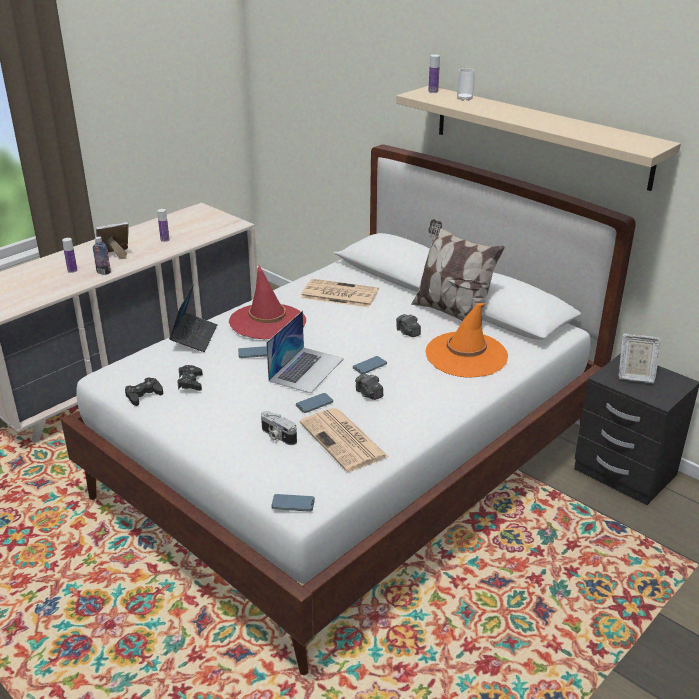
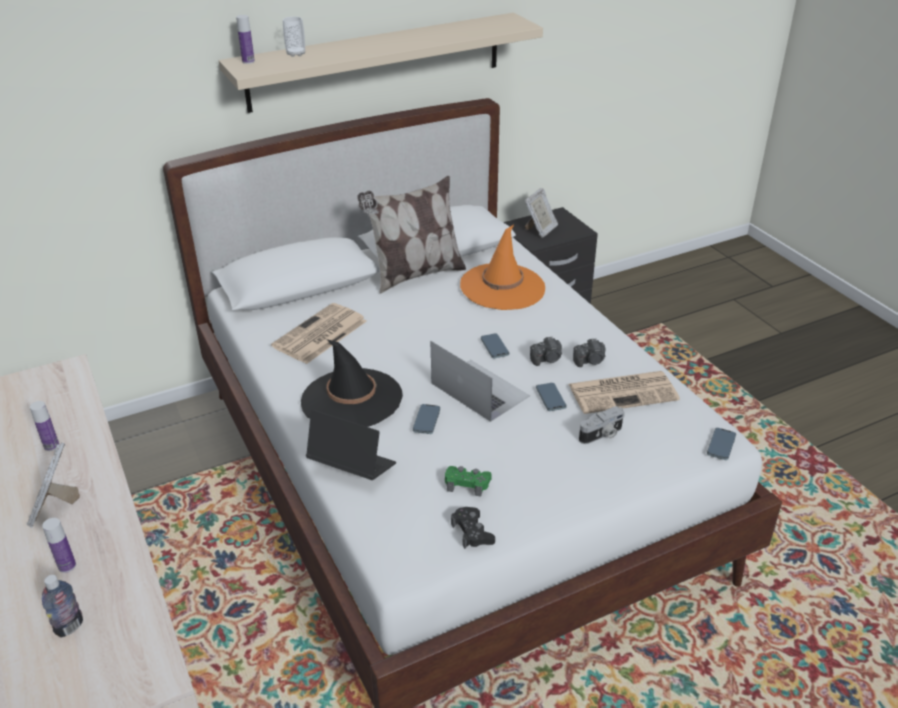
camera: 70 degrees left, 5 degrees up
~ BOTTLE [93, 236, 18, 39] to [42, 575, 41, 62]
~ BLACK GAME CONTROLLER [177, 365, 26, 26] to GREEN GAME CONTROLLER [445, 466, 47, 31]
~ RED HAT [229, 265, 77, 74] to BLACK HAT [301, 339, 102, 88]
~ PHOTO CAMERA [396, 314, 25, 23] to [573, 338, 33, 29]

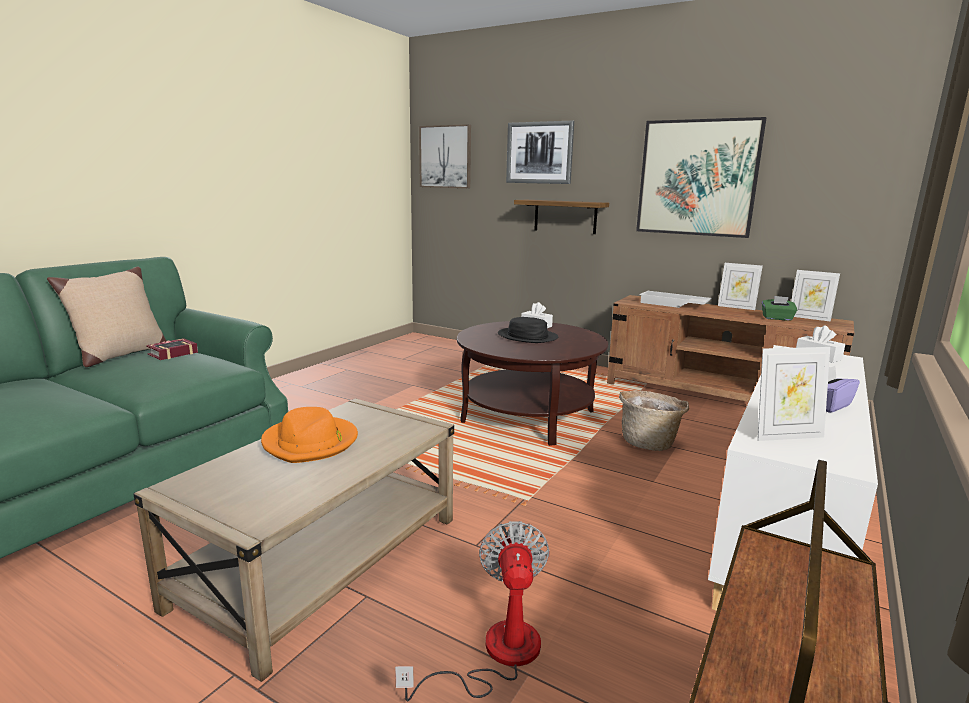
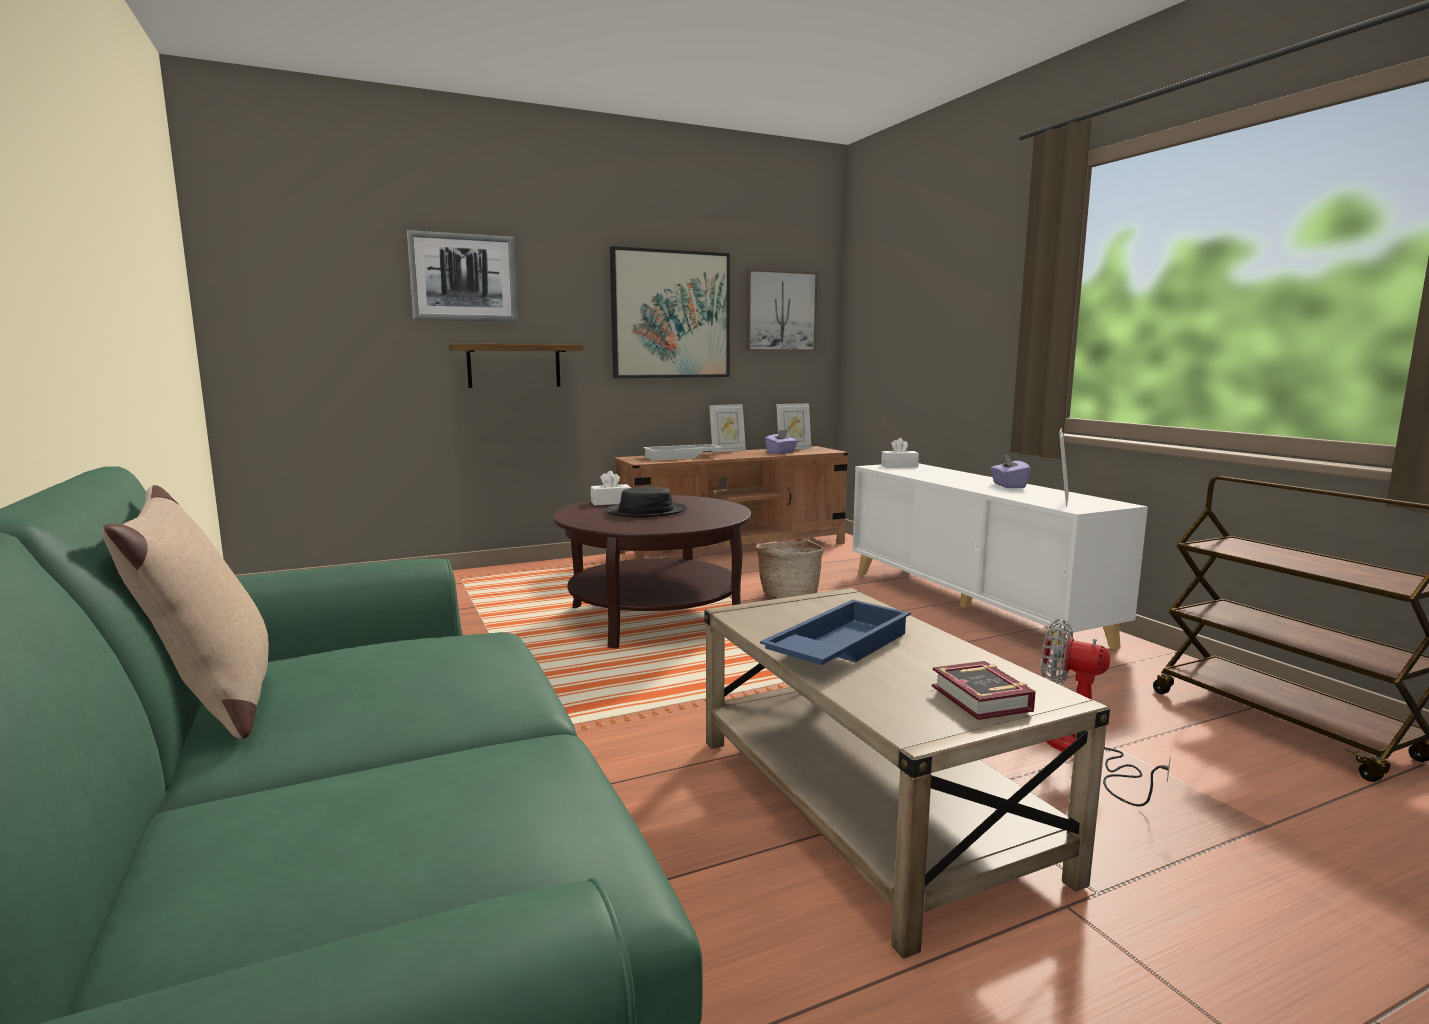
camera: 55 degrees left, 5 degrees down
~ BOOK [146, 338, 52, 22] to [932, 661, 104, 59]
~ ORANGE HAT [261, 407, 97, 56] to BLUE TRAY [760, 599, 151, 66]
~ PICTURE [419, 124, 52, 64] to [746, 269, 72, 82]
~ GREEN TISSUE BOX [762, 296, 35, 25] to PURPLE TISSUE BOX [765, 429, 33, 25]

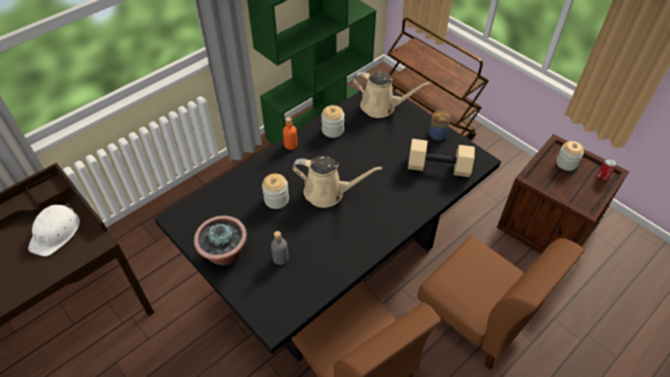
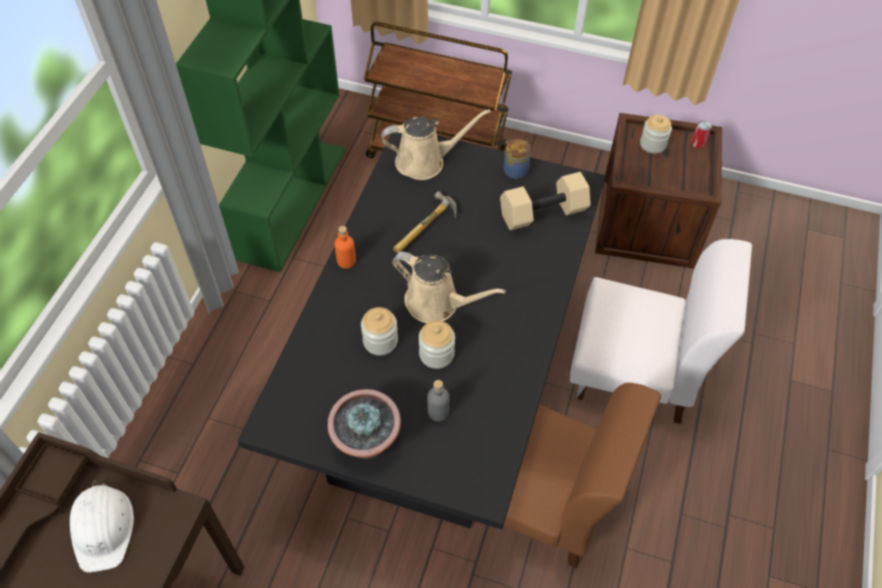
camera: 30 degrees left, 5 degrees up
~ BEIGE WATERING CAN [292, 156, 90, 52] = [392, 252, 114, 71] 45 degrees clockwise
~ JAR [321, 105, 24, 33] to [419, 320, 36, 49]
~ BROWN CHAIR [418, 235, 167, 135] to WHITE CHAIR [570, 239, 182, 185]
+ HAMMER [393, 191, 64, 62]

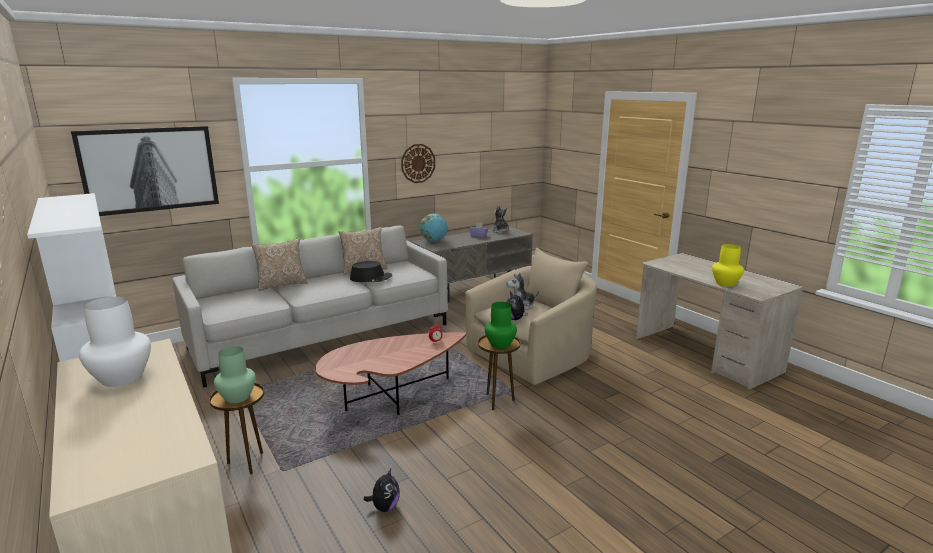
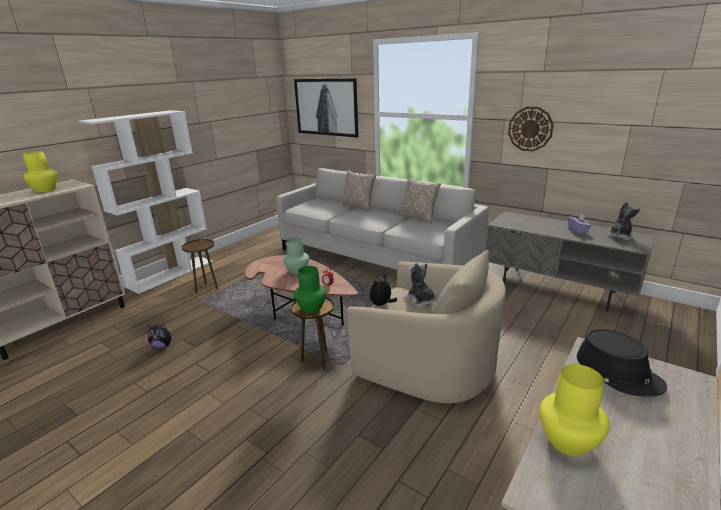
camera: 70 degrees right, 5 degrees up
~ WHITE VASE [79, 297, 72, 90] to YELLOW VASE [23, 151, 35, 41]
~ GREEN VASE [214, 346, 42, 57] to [283, 237, 26, 38]
~ BLACK HAT [350, 261, 42, 21] to [577, 329, 90, 68]
- GLOBE [420, 213, 28, 29]

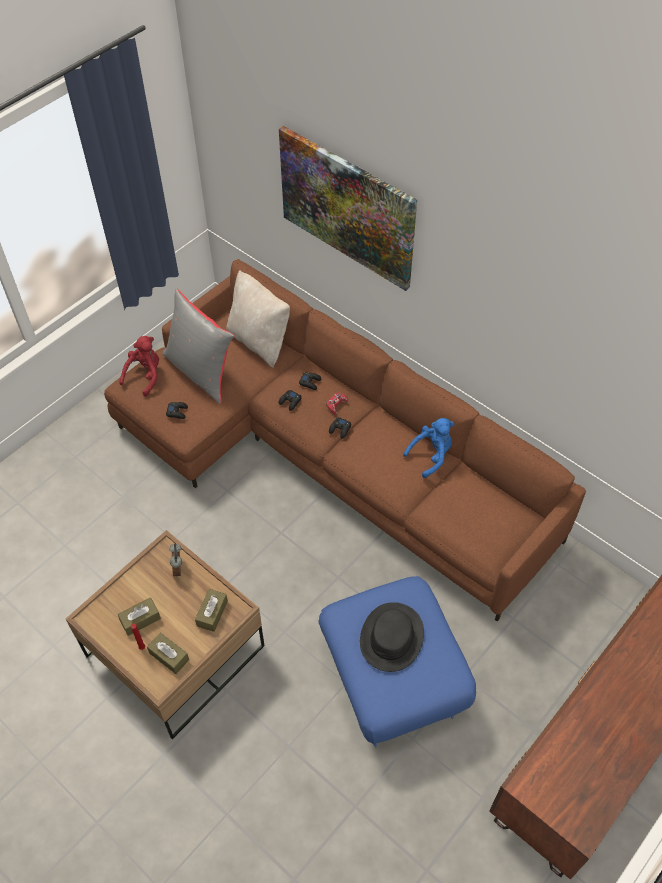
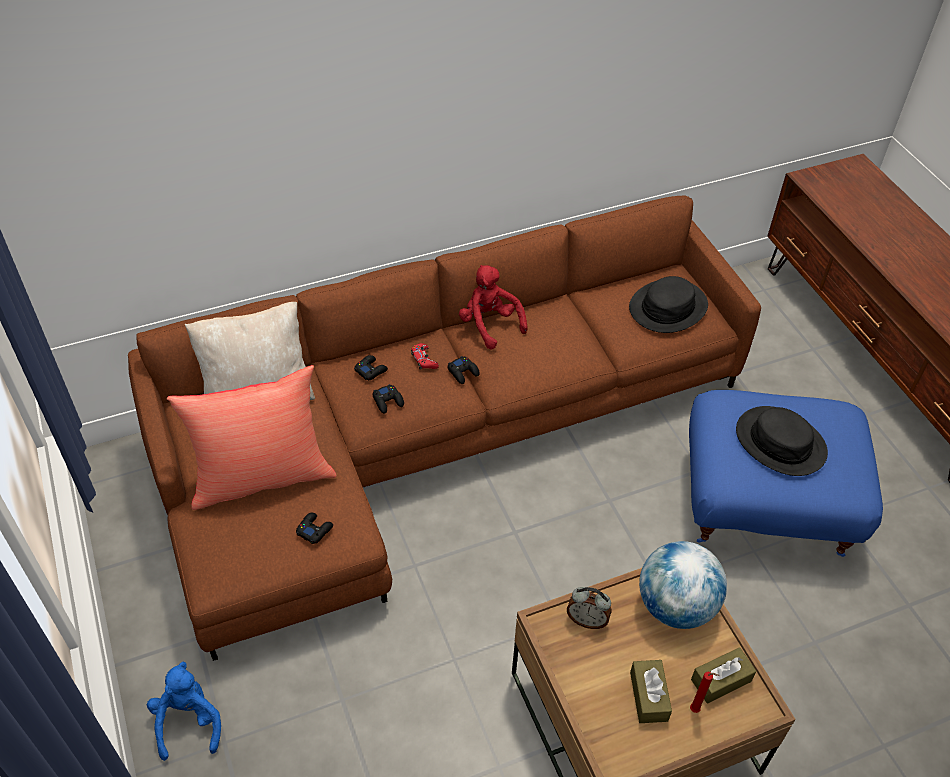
camera: 65 degrees left, 5 degrees down
~ RED PLUSH TOY [120, 336, 39, 60] to [459, 265, 69, 84]
~ GREY PILLOW [162, 289, 72, 115] to RED PILLOW [167, 365, 170, 145]
~ BROWN TISSUE BOX [195, 589, 33, 43] to GLOBE [639, 541, 88, 88]
- PICTURE [279, 126, 138, 165]
~ BLUE PLUSH TOY [403, 418, 51, 60] to [147, 662, 74, 99]
+ BLACK HAT [629, 276, 79, 57]

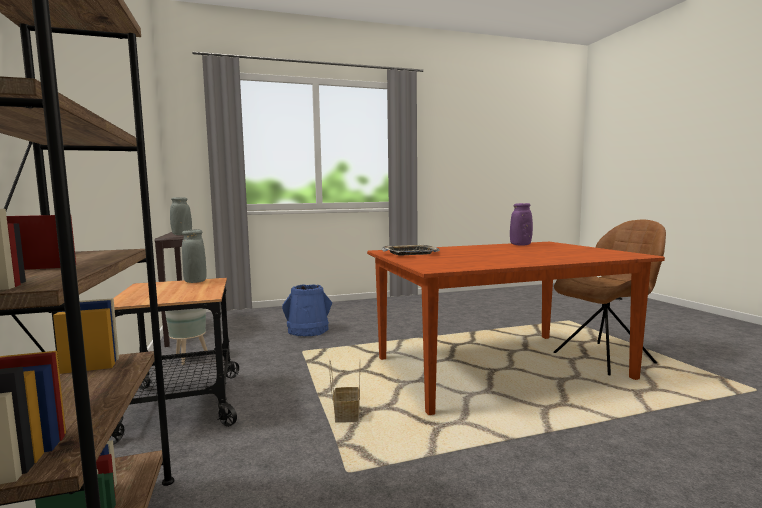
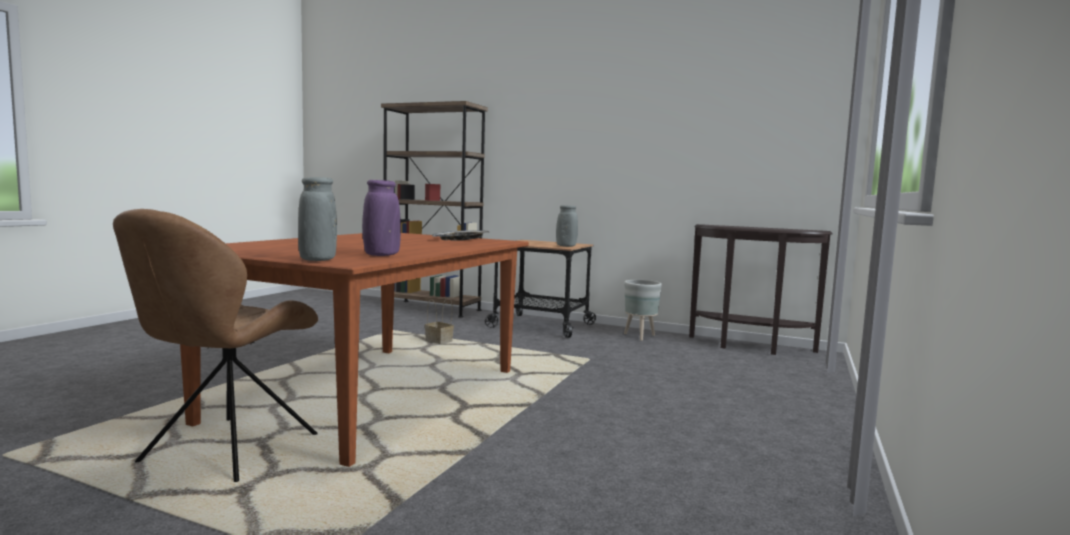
camera: 130 degrees right, 0 degrees up
~ GREY VASE [170, 197, 22, 38] to [298, 177, 39, 84]
- BLUE BUCKET [282, 284, 50, 52]

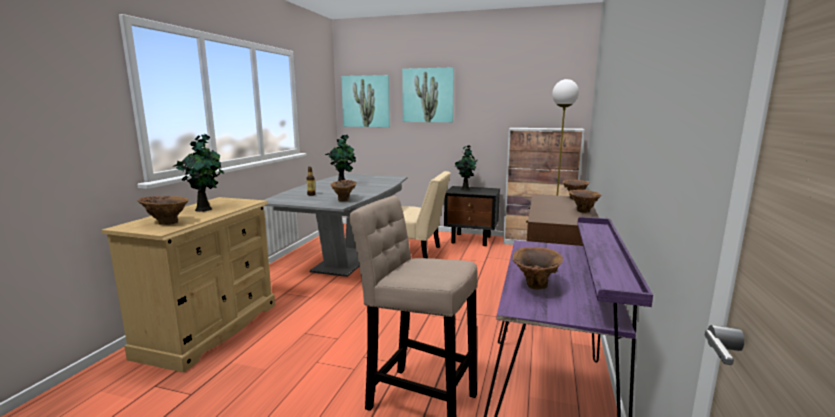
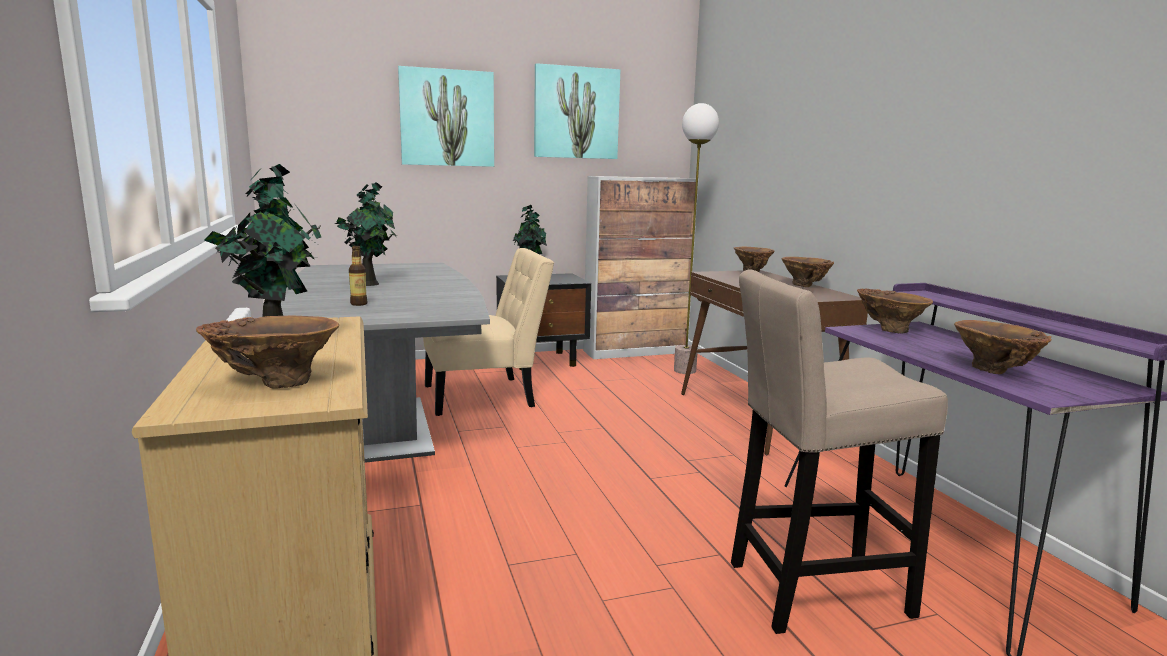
camera: 35 degrees left, 0 degrees up
~ BROWN VASE [330, 180, 27, 22] to [857, 289, 76, 45]
~ PICTURE [341, 75, 49, 52] to [534, 63, 86, 96]

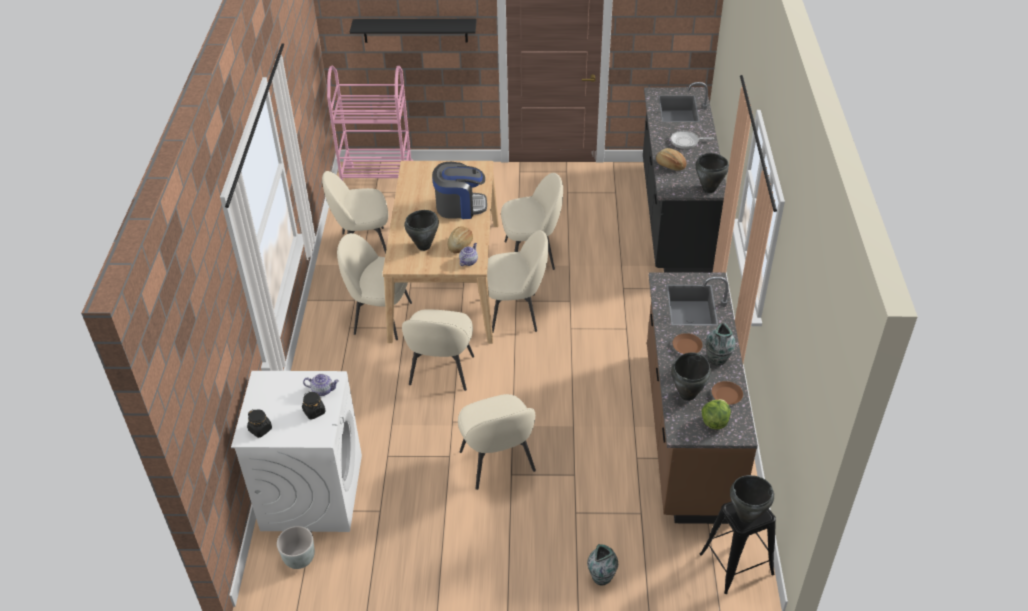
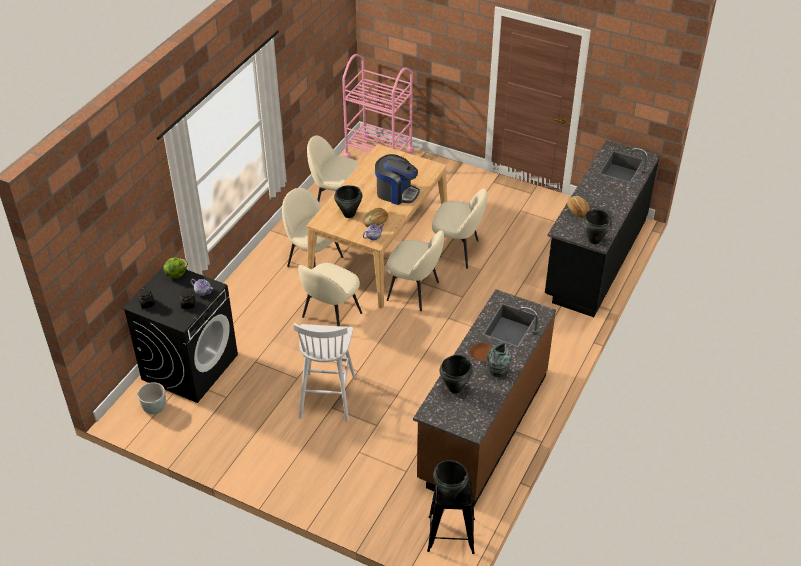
camera: 25 degrees right, 0 degrees up
~ WHITE WASHING MACHINE [231, 371, 131, 161] to BLACK WASHING MACHINE [122, 266, 116, 137]
- BLACK SHELF [350, 19, 127, 24]
~ BEIGE CHAIR [458, 394, 78, 96] to WHITE STOOL [293, 323, 62, 99]
- VASE [587, 544, 31, 42]
- FRYING PAN [671, 131, 43, 18]
~ LETTUCE [701, 399, 30, 30] to [163, 257, 25, 21]
- BROWN PLATE [712, 381, 31, 24]

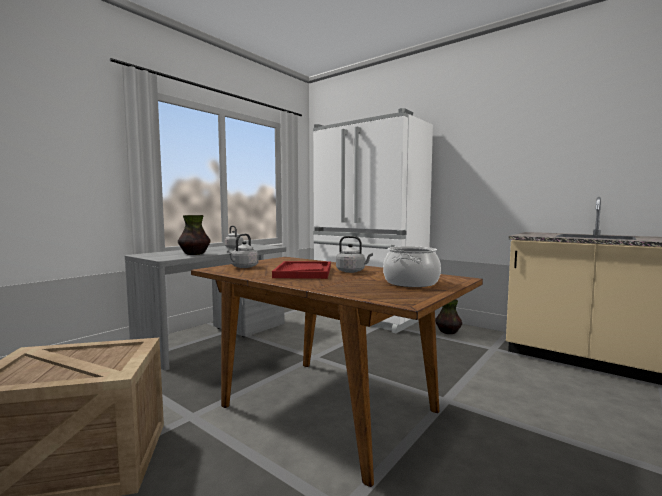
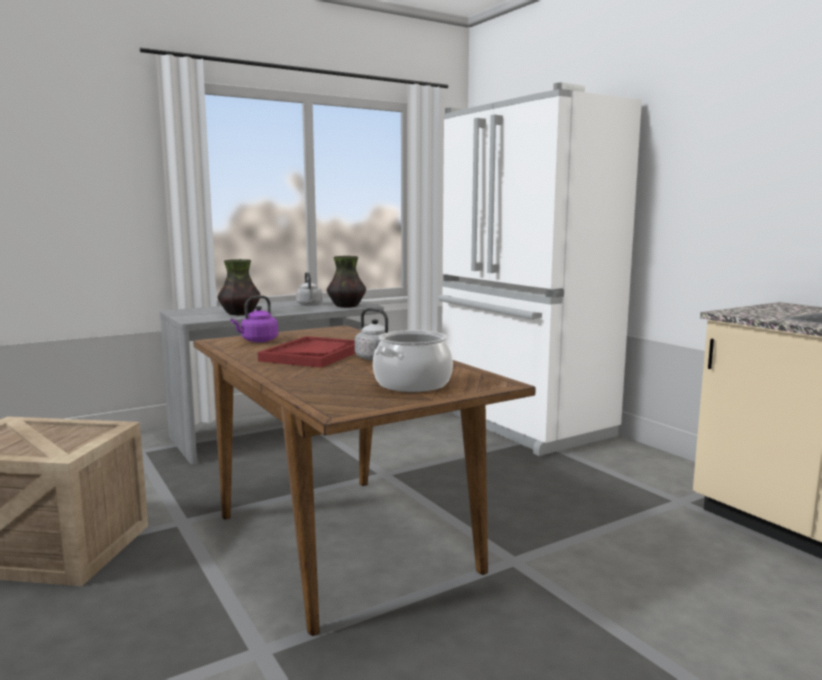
camera: 20 degrees right, 5 degrees up
~ GREY KETTLE [227, 234, 32, 34] to PURPLE KETTLE [231, 296, 47, 46]
~ VASE [435, 299, 27, 35] to [327, 256, 39, 52]

